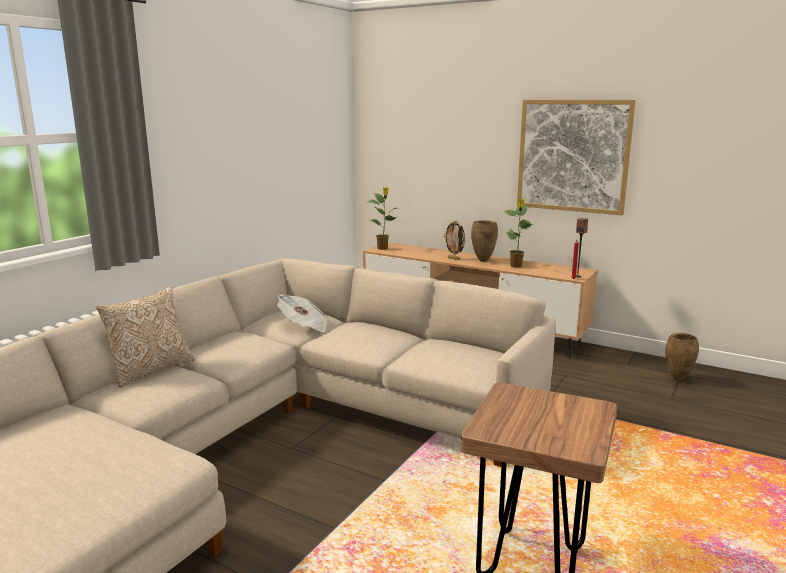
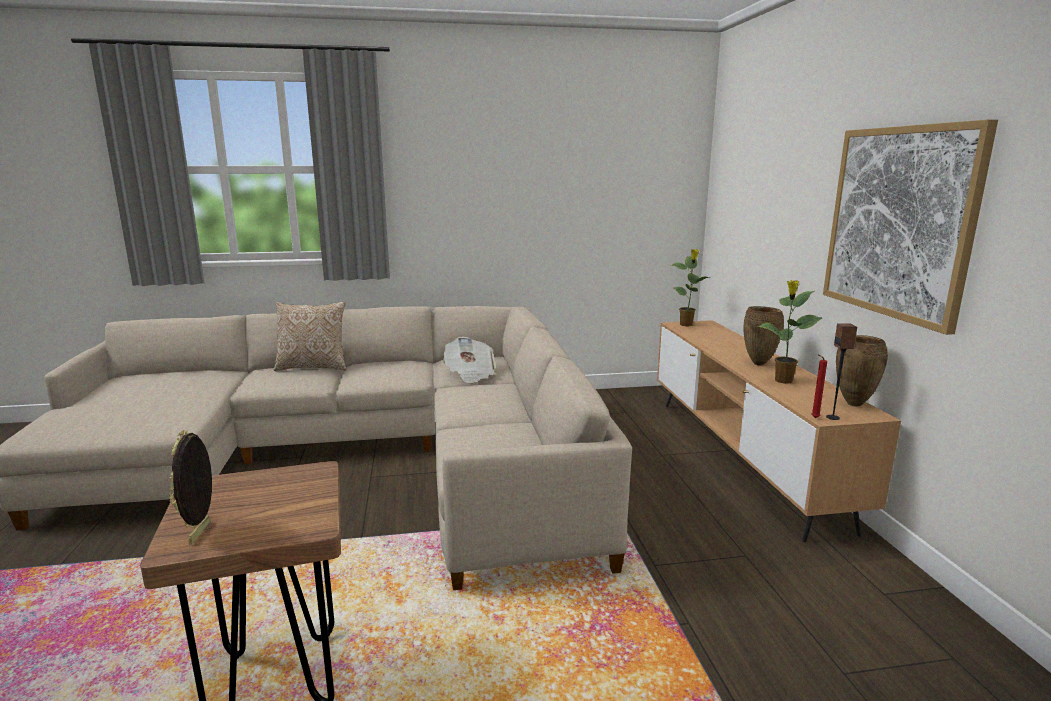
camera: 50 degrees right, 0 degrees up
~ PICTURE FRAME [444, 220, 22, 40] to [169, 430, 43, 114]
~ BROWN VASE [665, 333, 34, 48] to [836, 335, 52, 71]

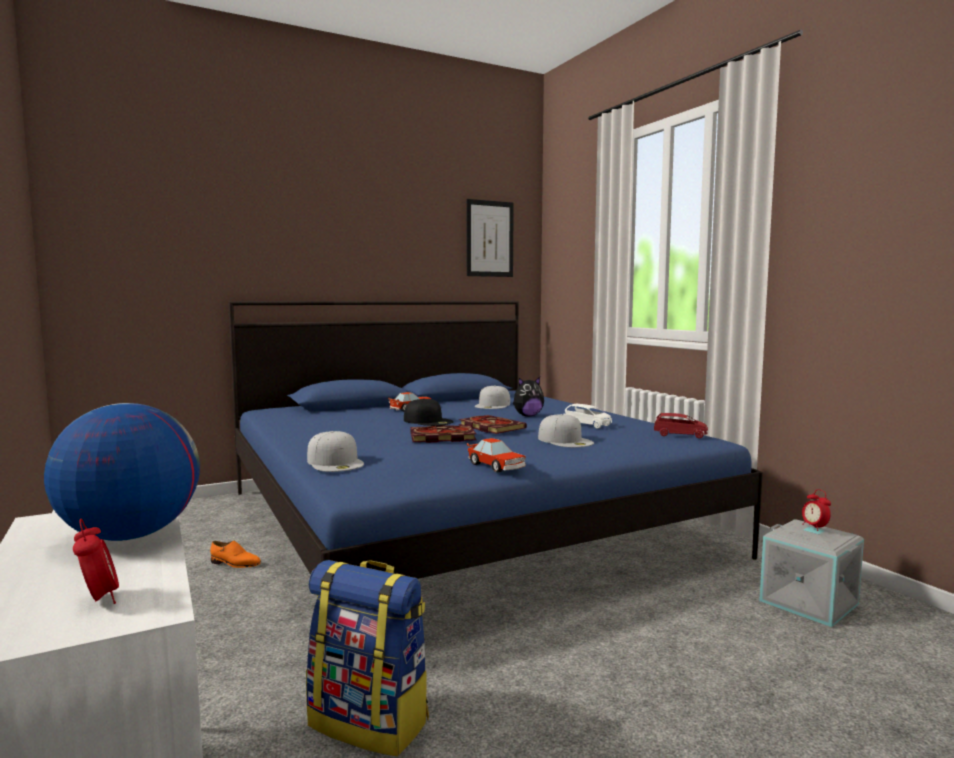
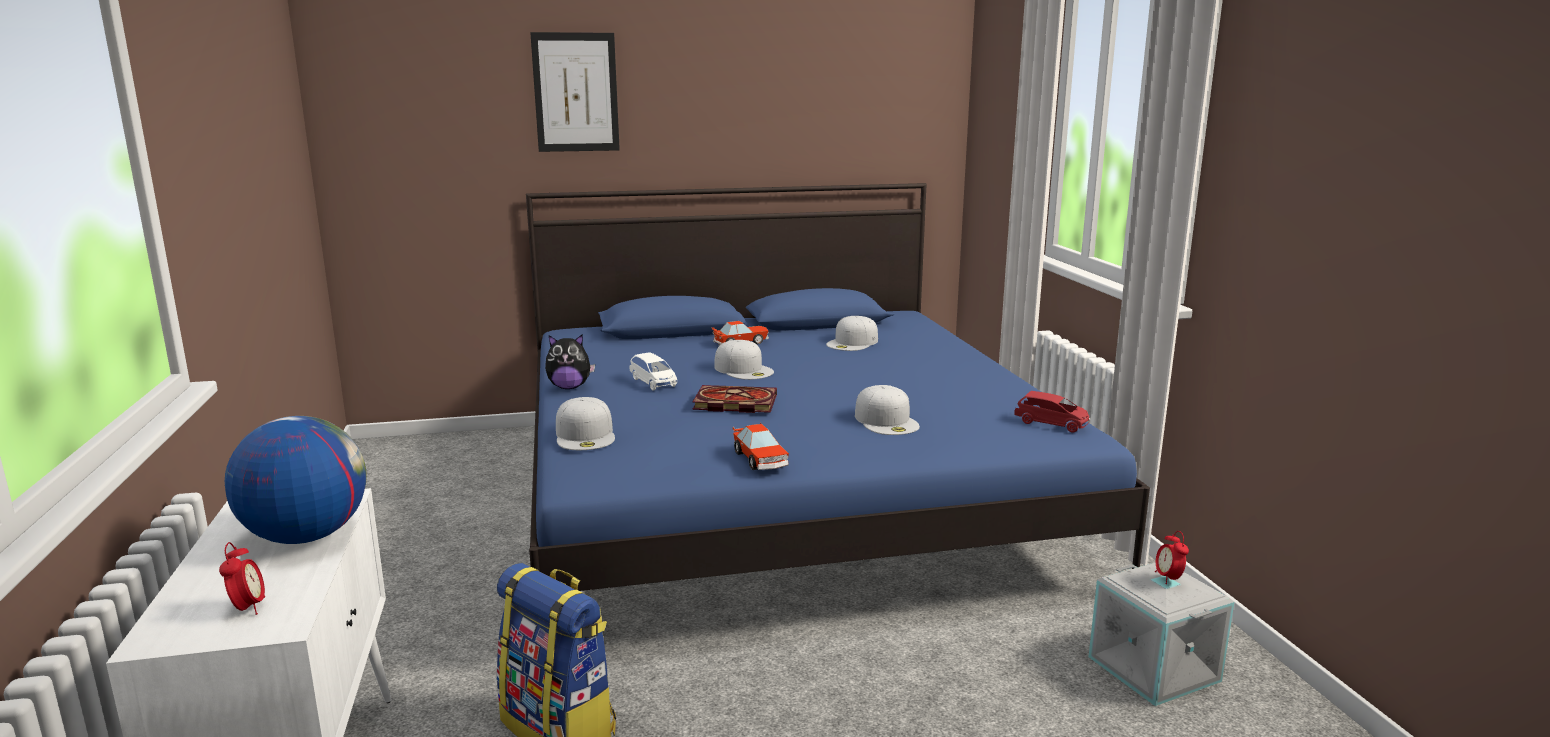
camera: 15 degrees right, 10 degrees up
- ORANGE SHOE [210, 541, 51, 27]
~ BLACK CAP [404, 398, 50, 28] to WHITE CAP [714, 340, 60, 40]
- BOOK [459, 415, 68, 19]
~ PICTURE [466, 199, 48, 78] to [530, 32, 90, 120]
~ PLUSH TOY [513, 377, 31, 40] to [545, 335, 50, 54]
~ WHITE TOY CAR [564, 404, 48, 25] to [629, 352, 48, 38]

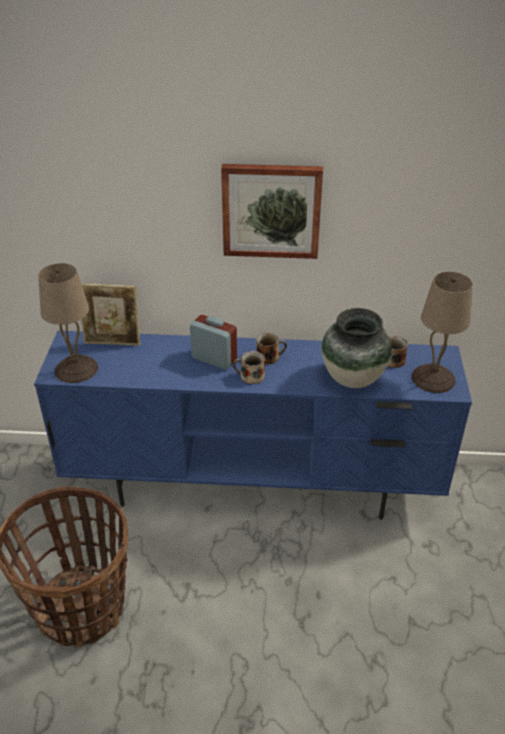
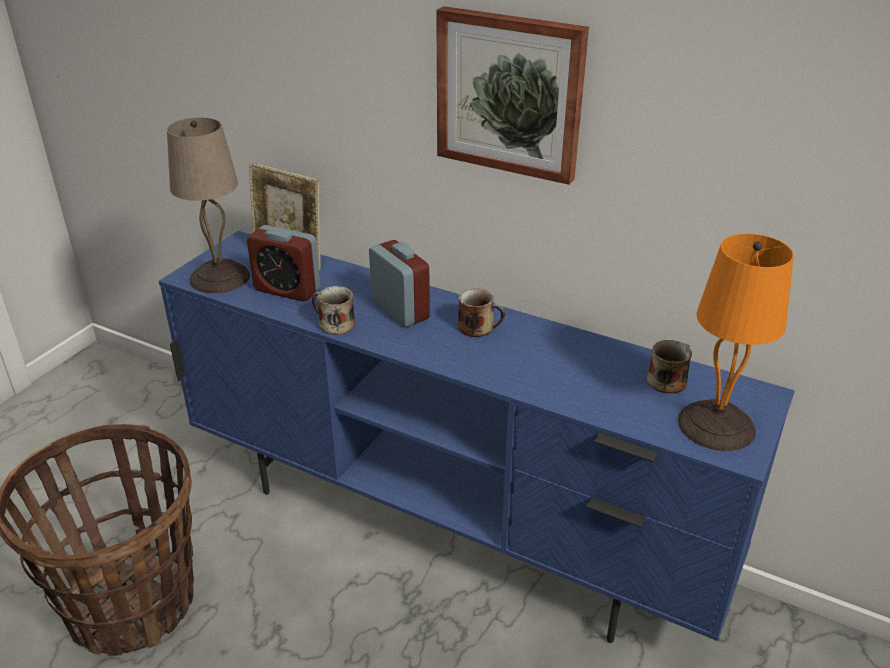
camera: 25 degrees right, 5 degrees down
~ MUG [233, 351, 32, 33] to [312, 286, 43, 49]
- VASE [322, 308, 70, 80]
~ BEIGE TABLE LAMP [411, 272, 62, 121] to ORANGE TABLE LAMP [678, 234, 116, 217]
+ ALARM CLOCK [247, 225, 73, 76]

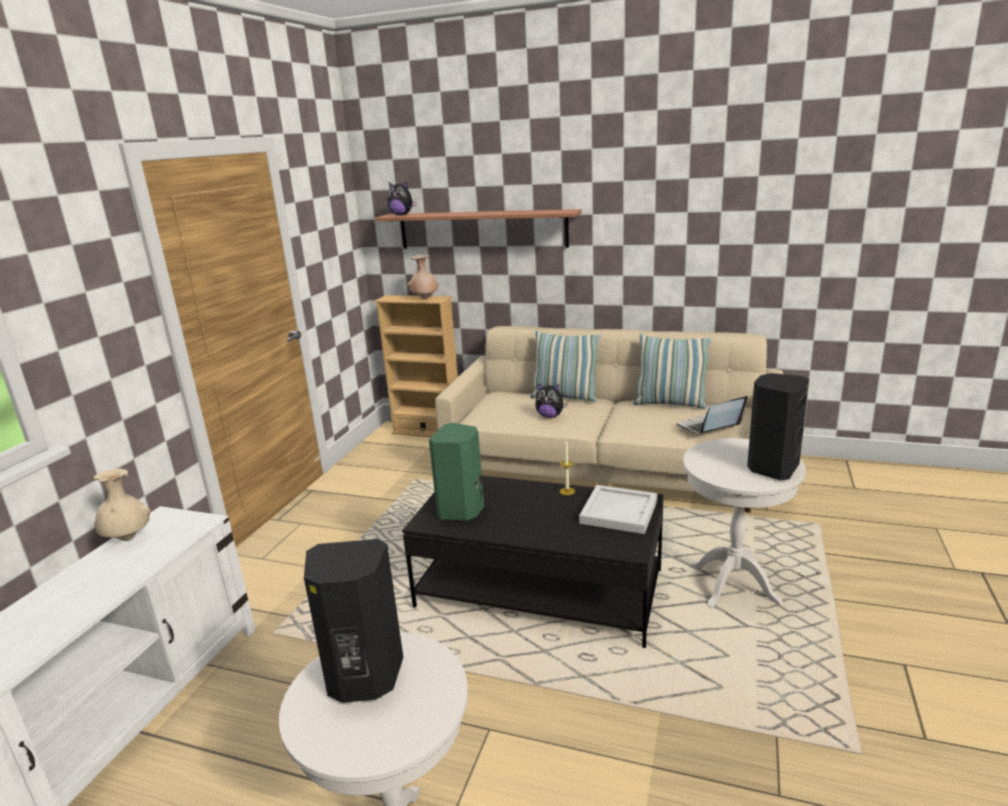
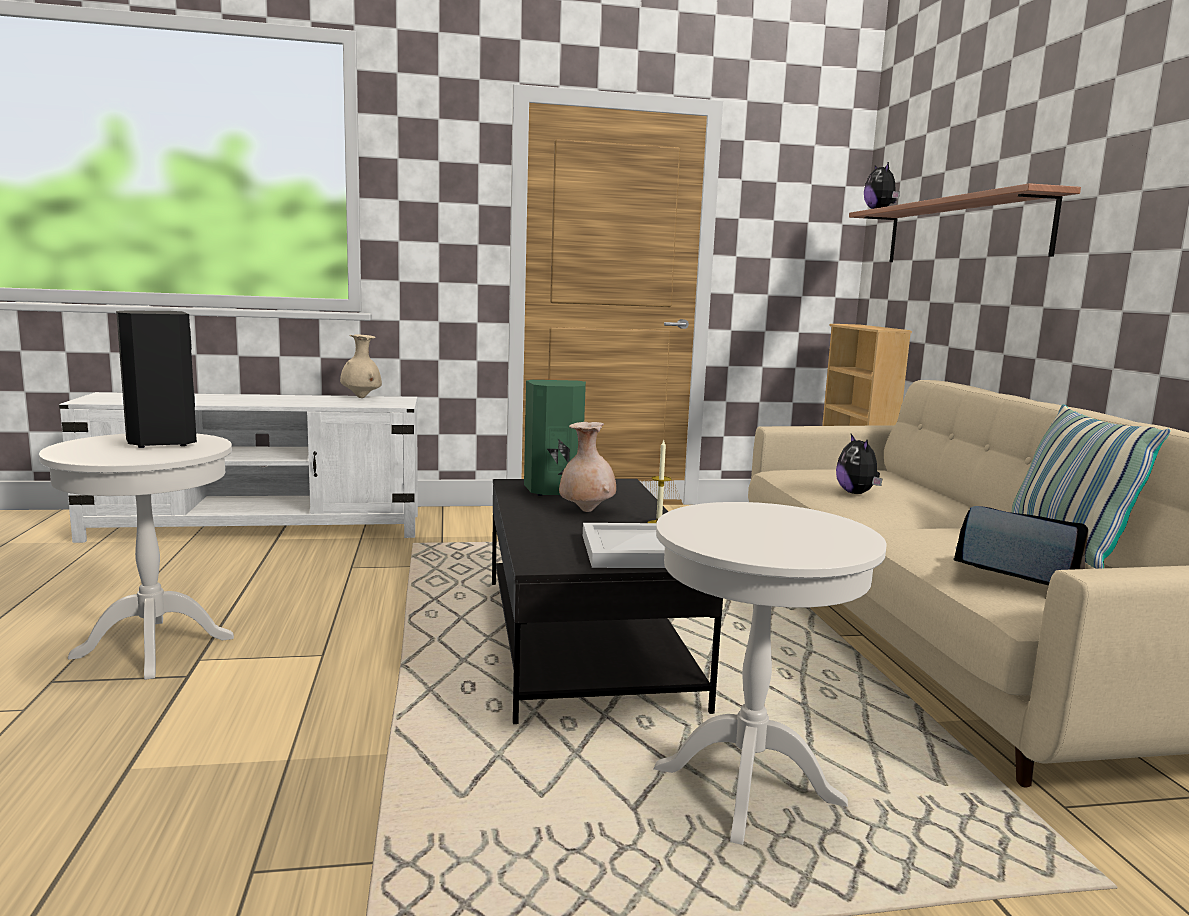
camera: 60 degrees right, 10 degrees down
~ BEIGE VASE [408, 254, 31, 45] to [559, 422, 57, 90]
- PILLOW [530, 331, 71, 71]
- BLACK SPEAKER [747, 373, 62, 107]

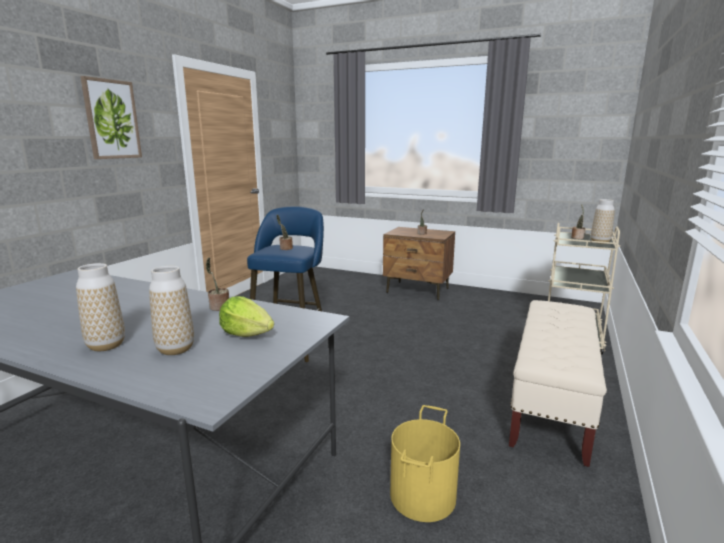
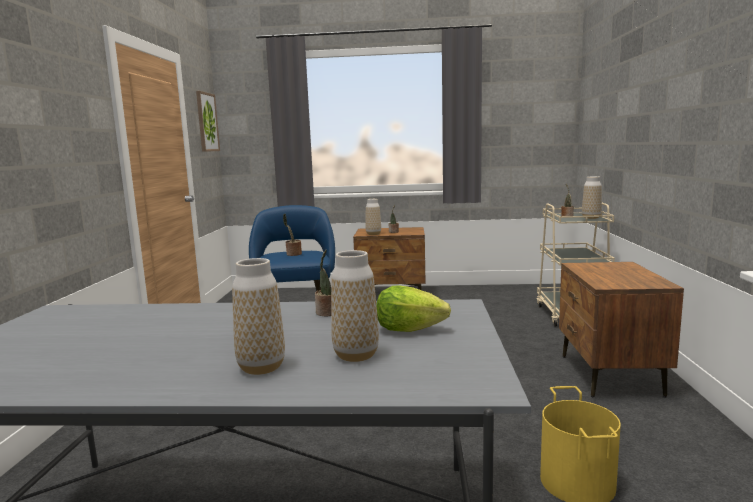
camera: 20 degrees left, 5 degrees down
~ PICTURE [80, 76, 62, 83] to [196, 91, 24, 61]
~ BEIGE BENCH [509, 300, 98, 167] to BROWN NIGHTSTAND [559, 262, 125, 135]
+ VASE [365, 199, 16, 36]

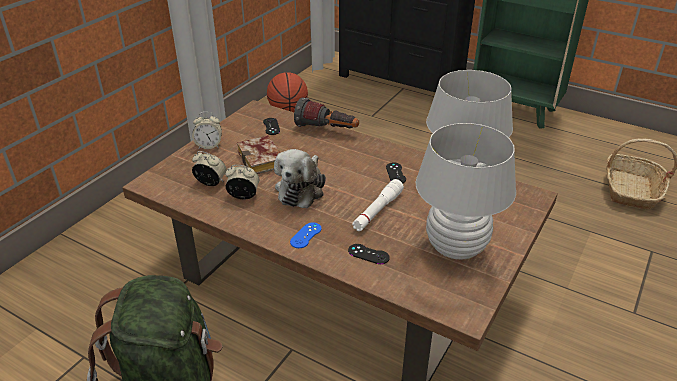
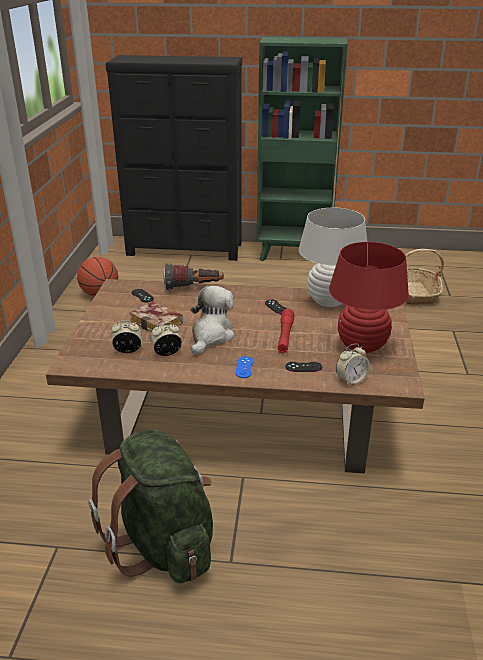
camera: 25 degrees left, 5 degrees down
~ ALARM CLOCK [192, 112, 30, 37] to [336, 344, 34, 42]
~ PLUSH TOY [274, 149, 52, 59] = [191, 286, 44, 69] 150 degrees counterclockwise
~ WHITE FLASHLIGHT [352, 179, 52, 52] to RED FLASHLIGHT [277, 309, 18, 44]
~ WHITE TABLE LAMP [416, 123, 100, 136] to RED TABLE LAMP [329, 242, 80, 111]

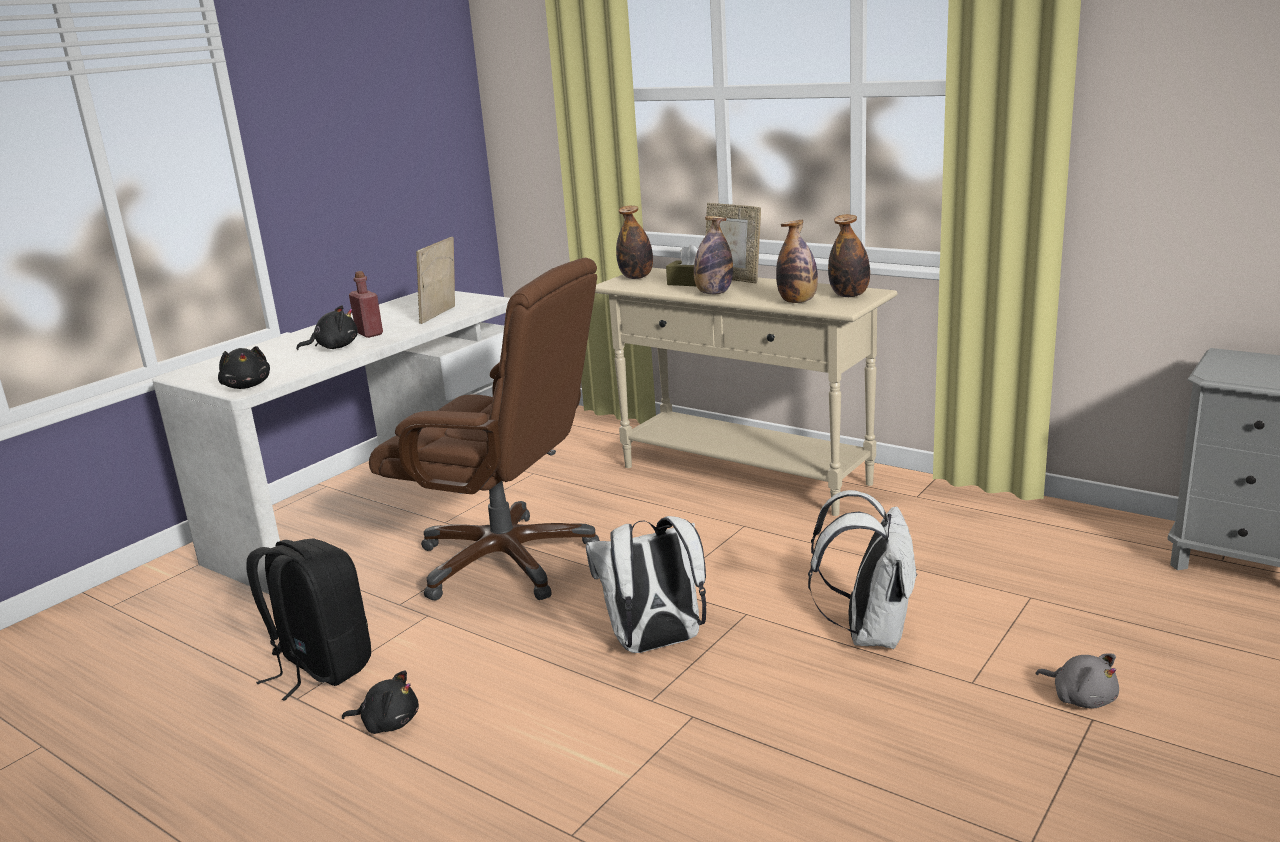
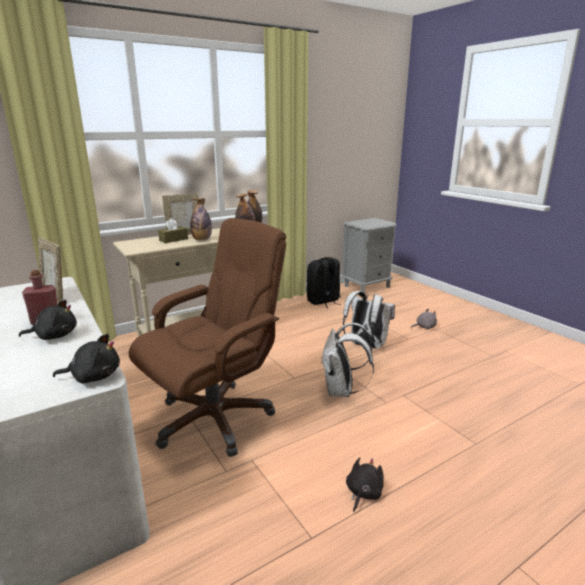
camera: 70 degrees left, 0 degrees up
~ BLACK BACKPACK [246, 539, 125, 162] to [307, 257, 34, 51]
~ BLACK PLUSH TOY [296, 305, 62, 45] = [19, 300, 58, 40] 75 degrees clockwise
- BOTTLE [616, 206, 37, 73]

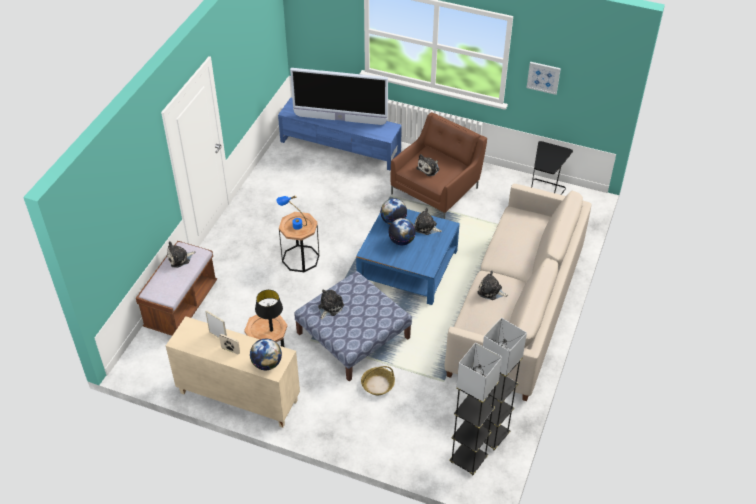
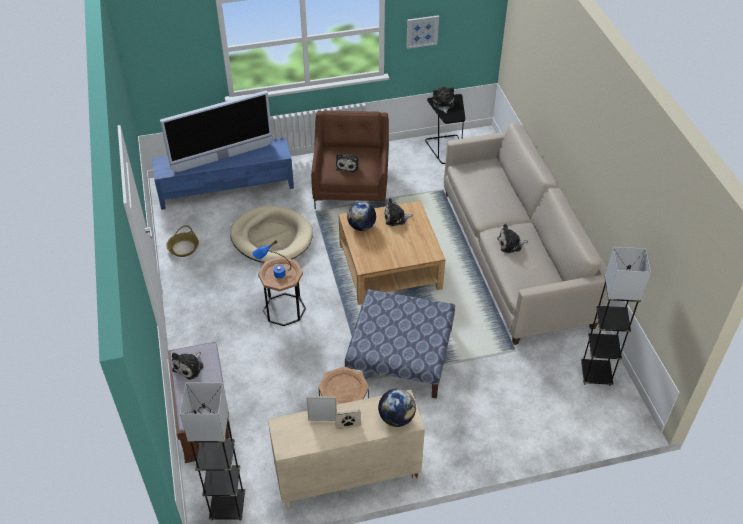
camera: 35 degrees left, 0 degrees up
- BLACK TABLE LAMP [255, 290, 28, 42]
~ PLUSH TOY [318, 290, 26, 29] to [433, 87, 21, 26]
~ BLUE COFFEE TABLE [356, 209, 104, 96] to BEIGE COFFEE TABLE [339, 201, 106, 104]
~ BASKET [361, 366, 34, 29] to [166, 225, 33, 32]
- GLOBE [388, 218, 28, 27]
~ GREY FLOOR LAMP [449, 343, 53, 132] to [180, 383, 65, 138]
+ BEIGE DOG BED [230, 206, 83, 57]

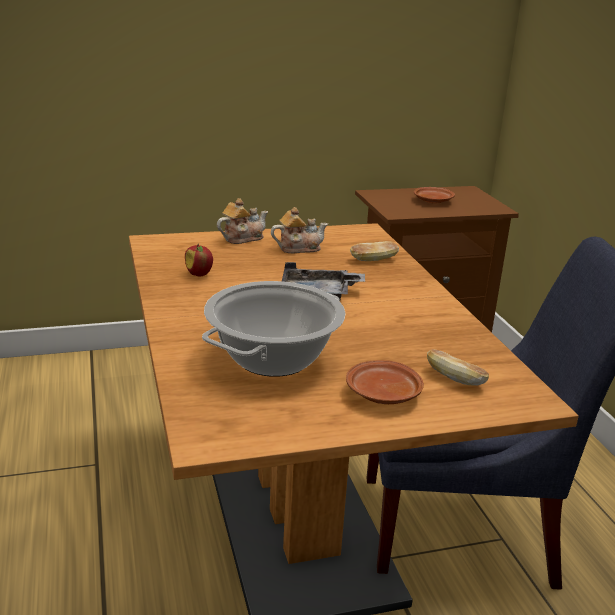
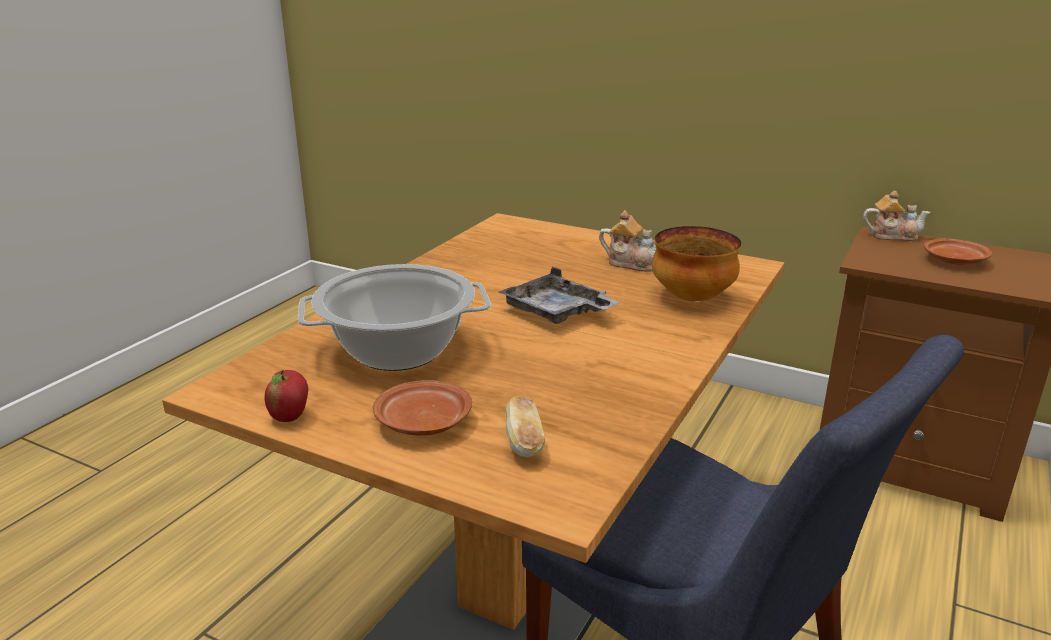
camera: 45 degrees right, 0 degrees up
~ APPLE [185, 244, 28, 33] to [264, 369, 44, 53]
~ TEAPOT [217, 198, 51, 46] to [863, 191, 68, 50]
~ BREAD [350, 241, 49, 20] to BOWL [652, 226, 90, 75]

